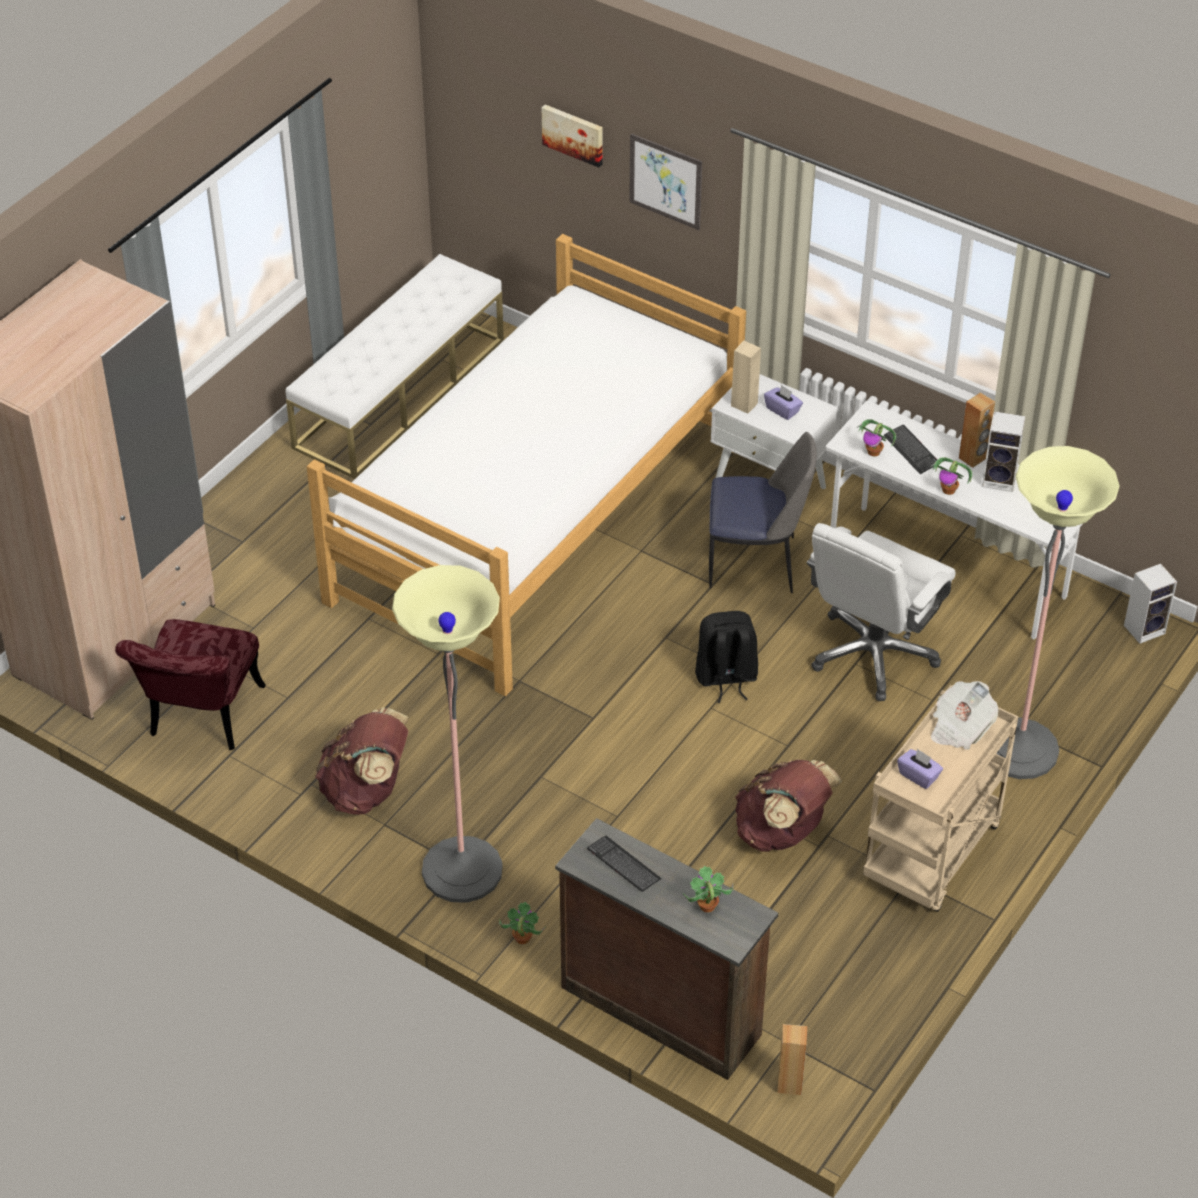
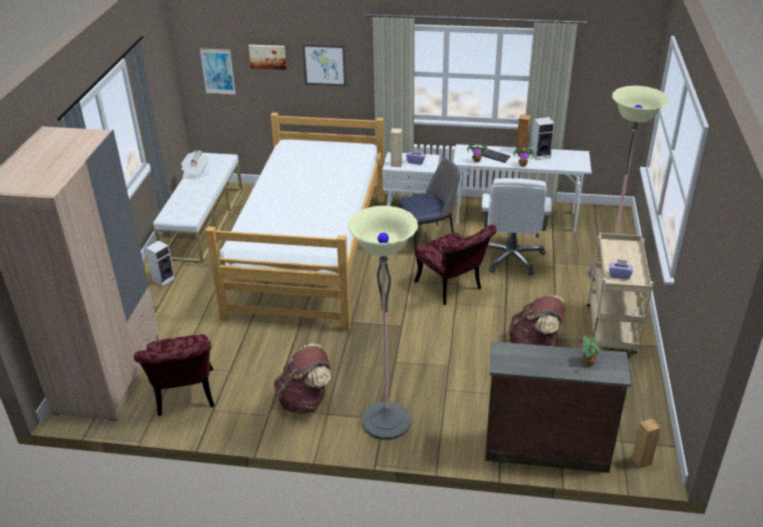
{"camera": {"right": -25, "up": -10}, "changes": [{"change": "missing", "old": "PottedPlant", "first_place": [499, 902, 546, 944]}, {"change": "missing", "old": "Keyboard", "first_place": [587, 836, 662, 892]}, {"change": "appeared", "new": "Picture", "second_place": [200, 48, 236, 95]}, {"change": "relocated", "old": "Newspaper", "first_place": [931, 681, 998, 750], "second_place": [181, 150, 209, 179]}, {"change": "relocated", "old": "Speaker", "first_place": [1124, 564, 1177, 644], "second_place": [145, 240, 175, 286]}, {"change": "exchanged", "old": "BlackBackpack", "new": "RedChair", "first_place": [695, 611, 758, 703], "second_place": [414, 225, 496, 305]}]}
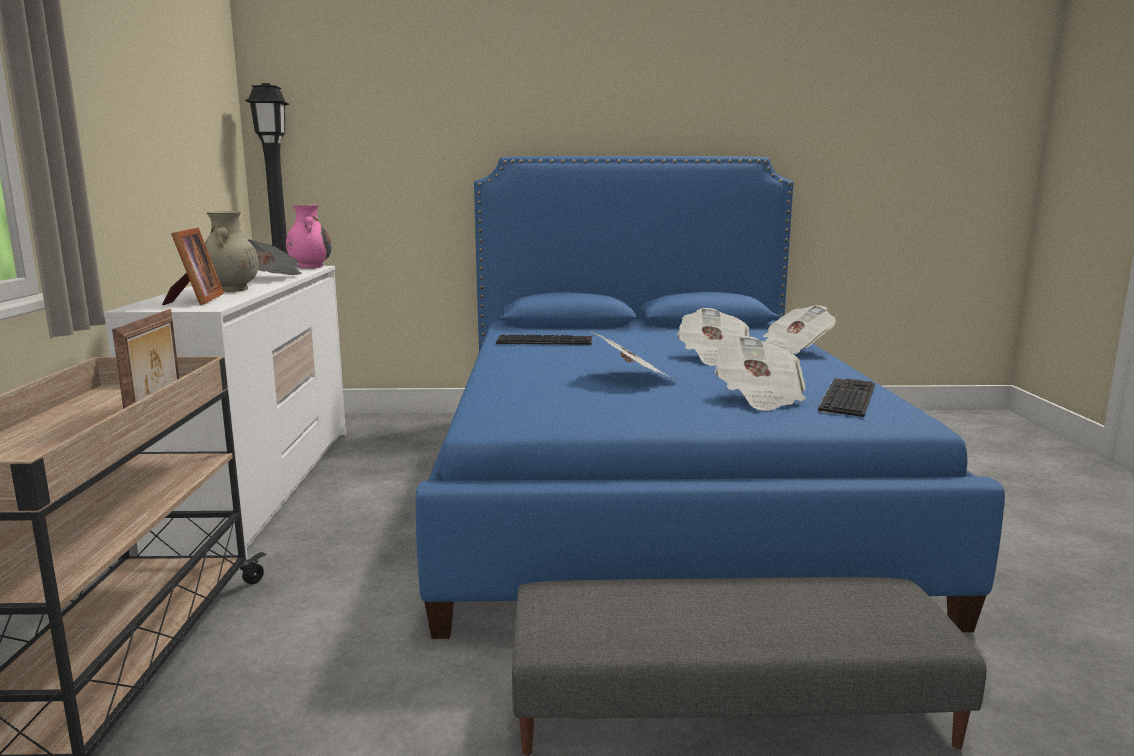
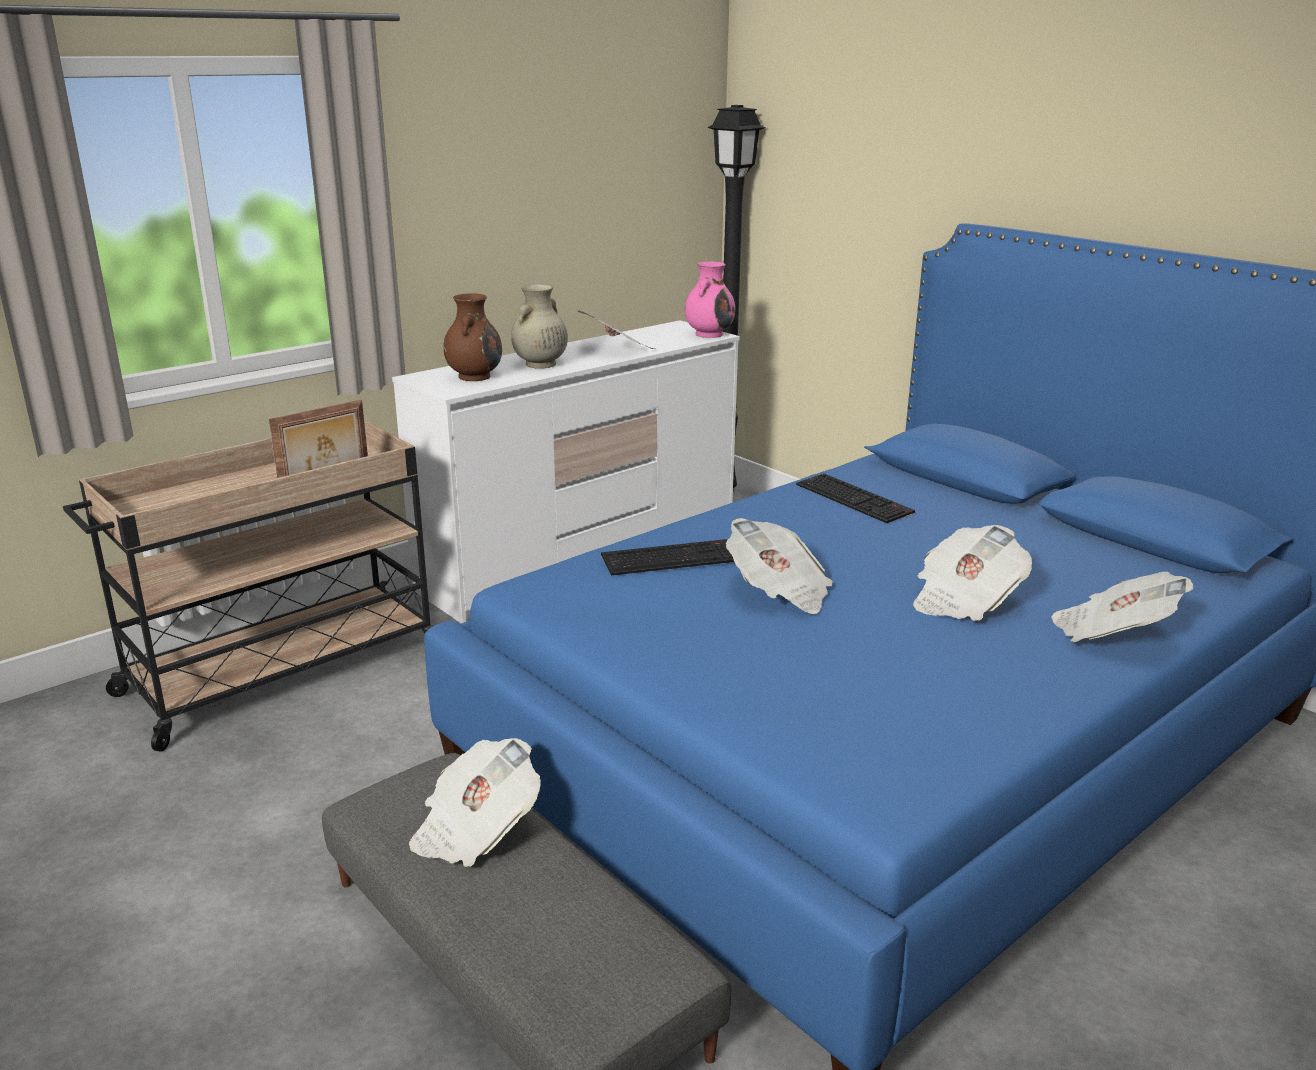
{"camera": {"right": 50, "up": 10}, "changes": [{"change": "relocated", "old": "Newspaper", "first_place": [715, 336, 806, 411], "second_place": [409, 738, 541, 867]}, {"change": "relocated", "old": "Keyboard", "first_place": [818, 378, 875, 417], "second_place": [601, 539, 734, 576]}, {"change": "exchanged", "old": "PictureFrame", "new": "BrownVase", "first_place": [162, 228, 224, 305], "second_place": [443, 294, 502, 381]}]}
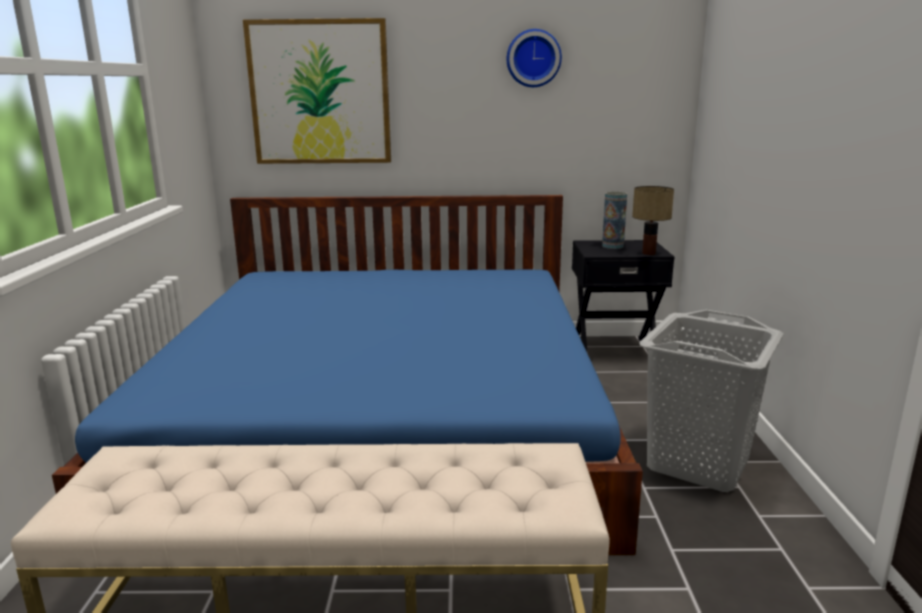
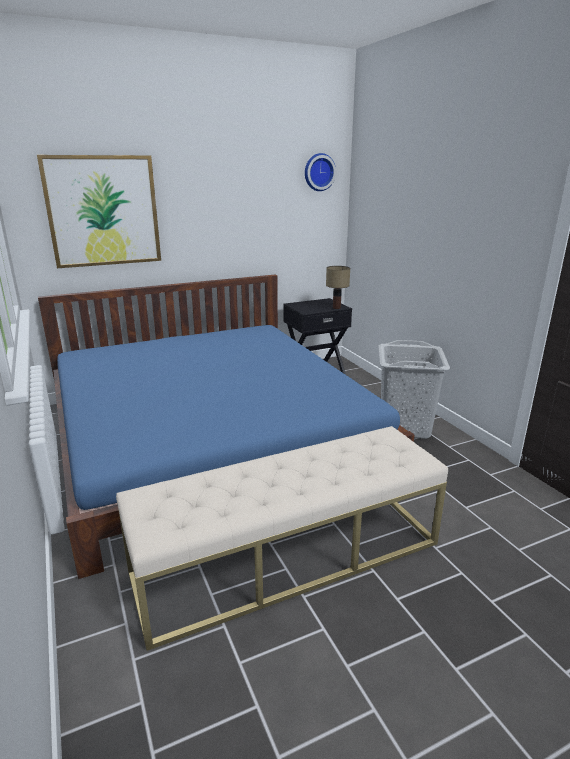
{"camera": {"right": -25, "up": 5}, "changes": [{"change": "missing", "old": "Vase", "first_place": [602, 192, 627, 249]}, {"change": "relocated", "old": "WallClock", "first_place": [507, 29, 562, 87], "second_place": [305, 153, 336, 191]}]}
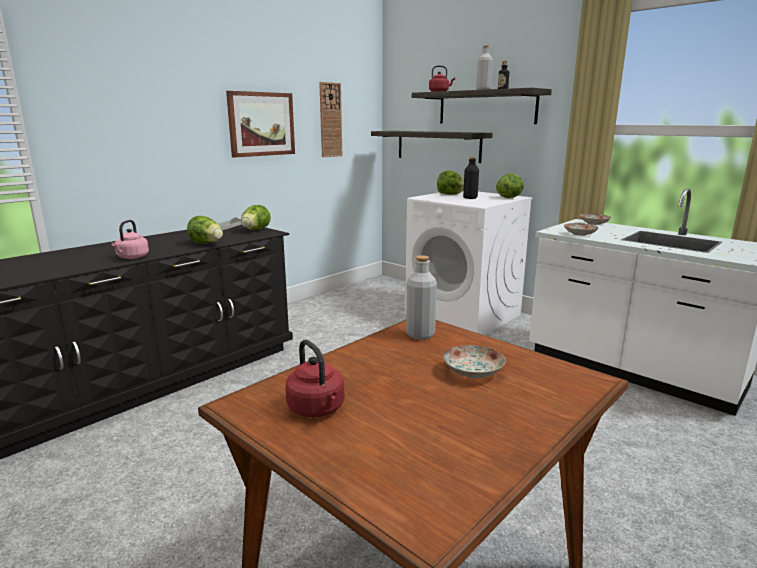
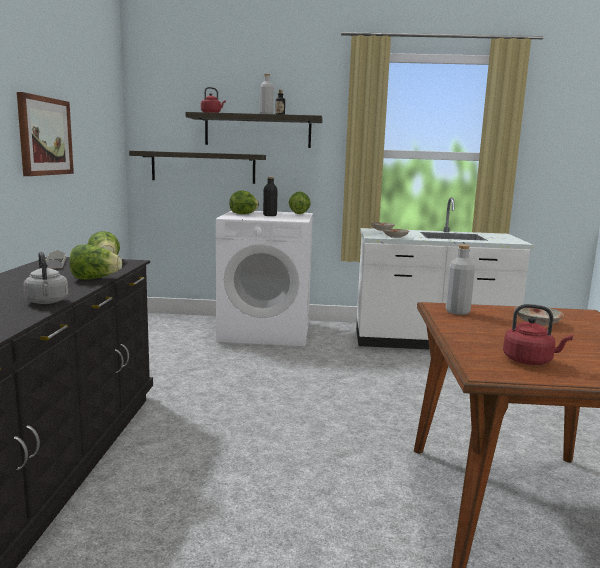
{"camera": {"right": -40, "up": -5}, "changes": [{"change": "missing", "old": "WallClock", "first_place": [319, 82, 342, 157]}, {"change": "colour", "old": "PinkKettle", "new": "GreyKettle", "first_place": [111, 220, 149, 259], "second_place": [23, 252, 68, 304]}]}
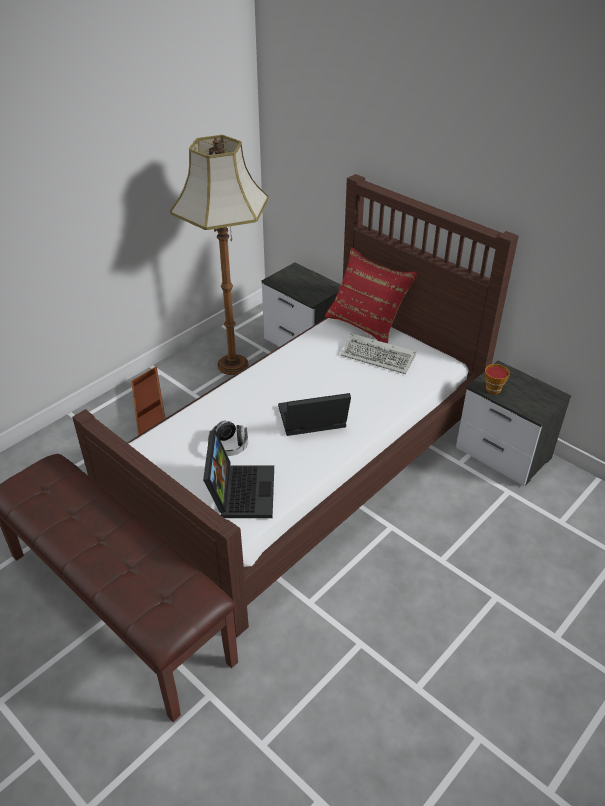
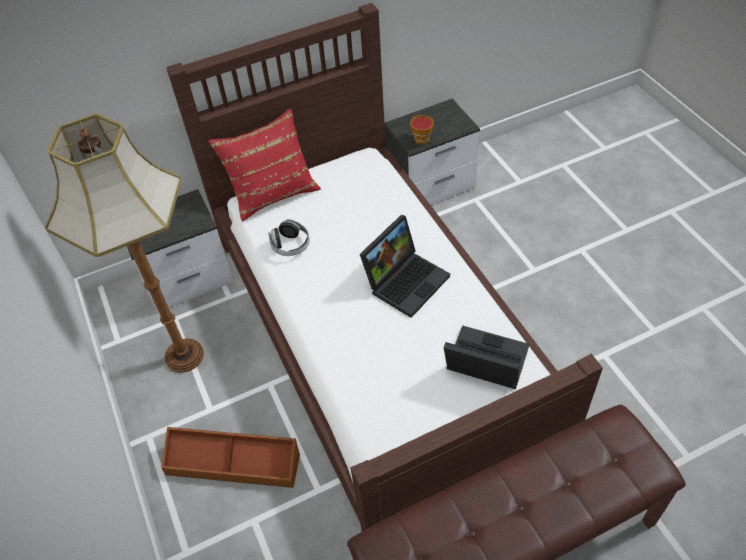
{"camera": {"right": -65, "up": 10}, "changes": [{"change": "missing", "old": "Keyboard", "first_place": [341, 334, 416, 374]}, {"change": "relocated", "old": "Headphones", "first_place": [208, 421, 248, 456], "second_place": [268, 219, 310, 256]}, {"change": "spun", "old": "Laptop", "first_place": [278, 393, 351, 436], "second_place": [360, 215, 450, 318], "degrees": -150}]}
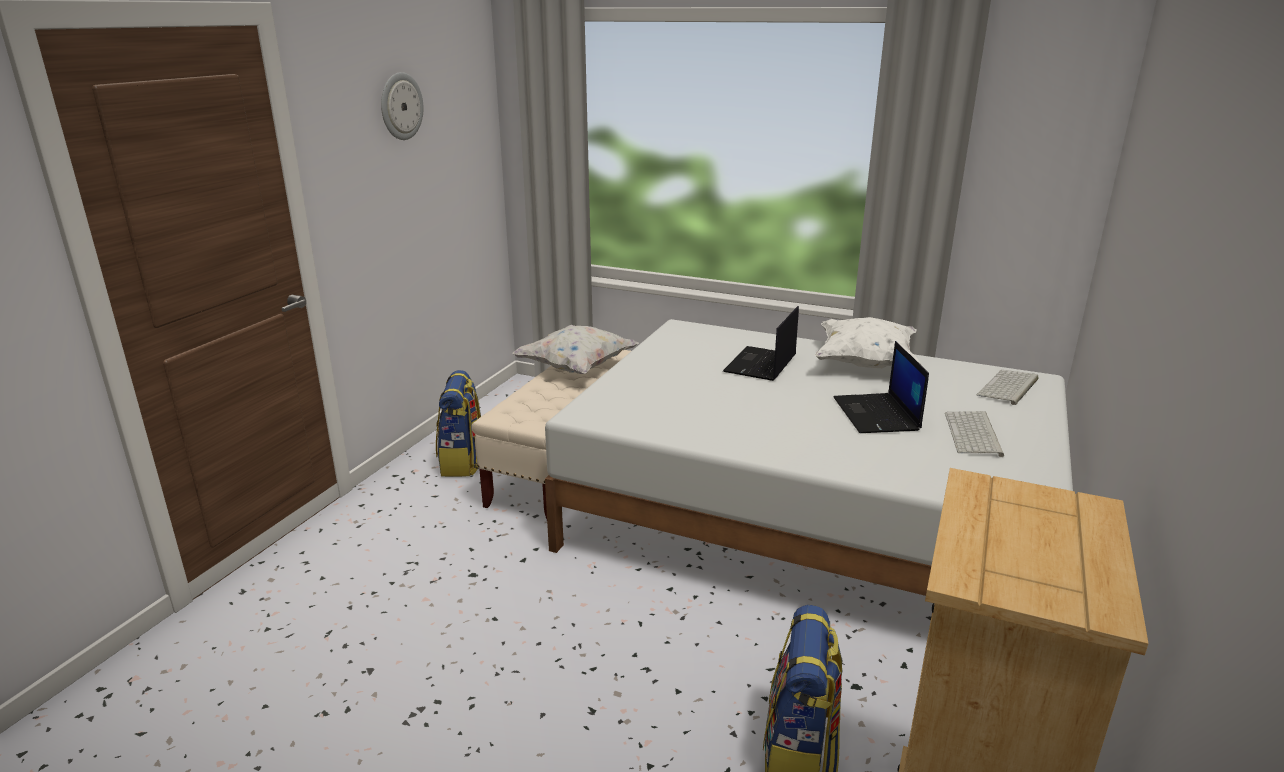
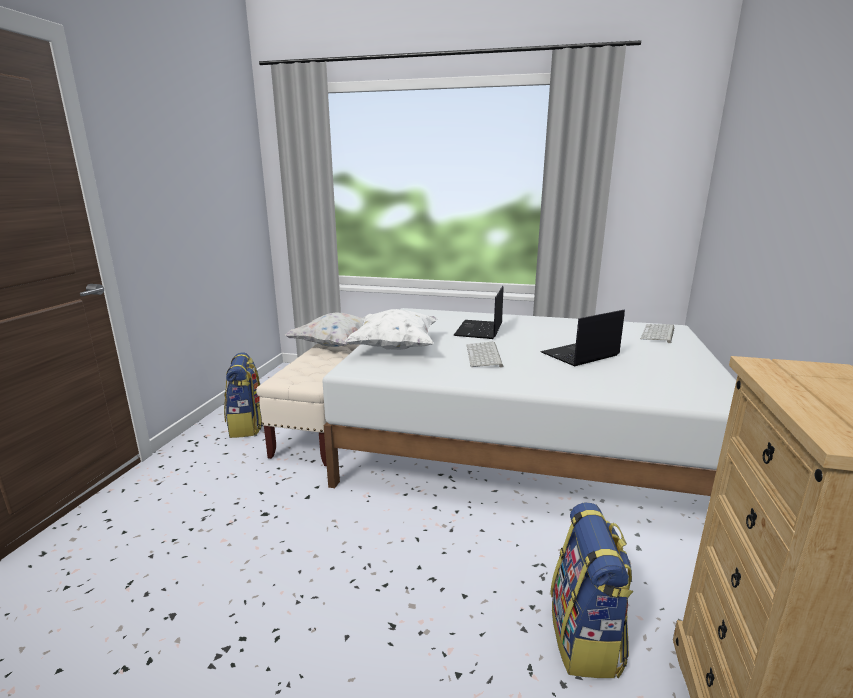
{"camera": {"right": -10, "up": -5}, "changes": [{"change": "missing", "old": "WallClock", "first_place": [381, 72, 424, 140]}, {"change": "relocated", "old": "WhitePillow", "first_place": [814, 317, 922, 368], "second_place": [345, 309, 438, 350]}, {"change": "relocated", "old": "Keyboard", "first_place": [945, 411, 1004, 457], "second_place": [466, 342, 503, 368]}, {"change": "spun", "old": "Laptop", "first_place": [834, 341, 929, 433], "second_place": [541, 310, 625, 366], "degrees": 75}]}
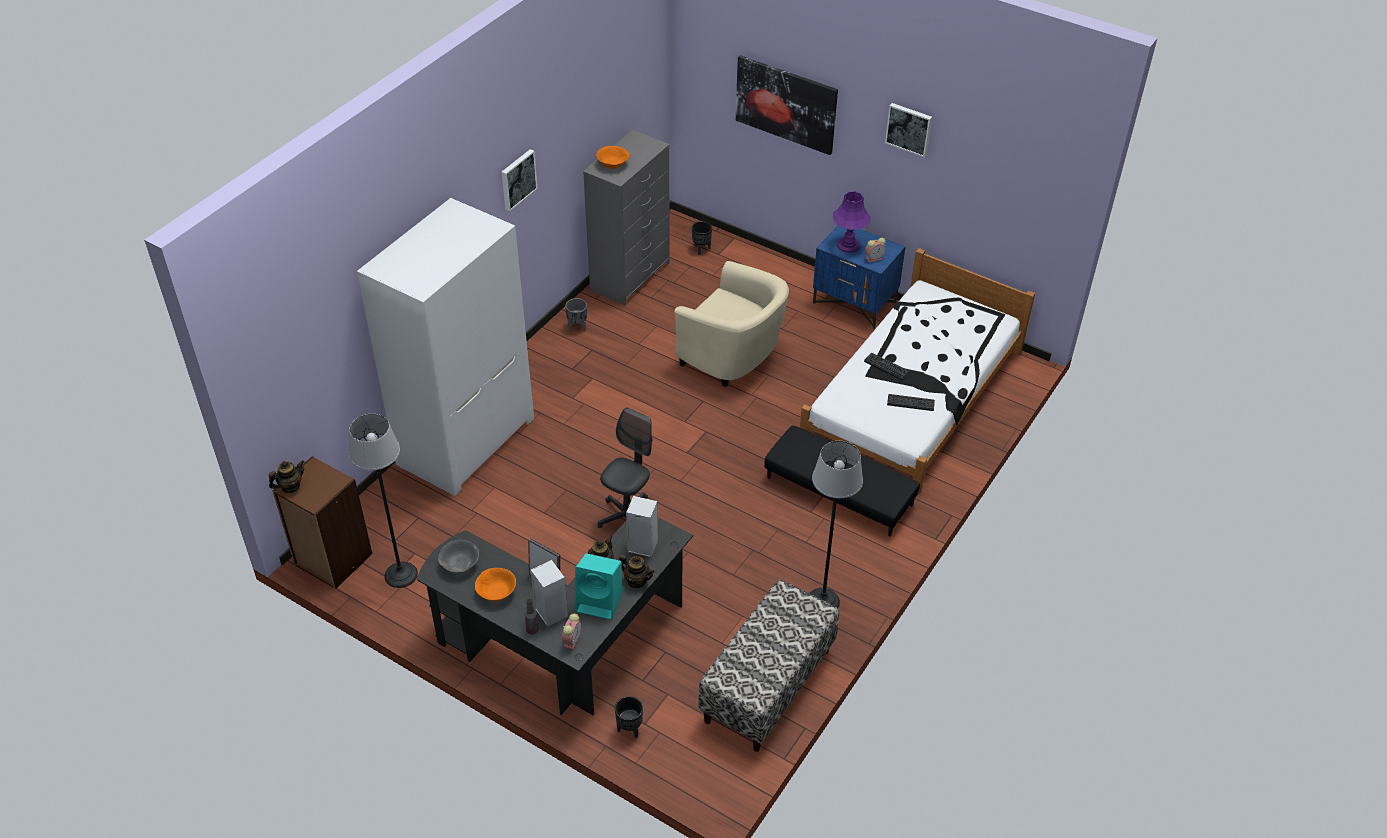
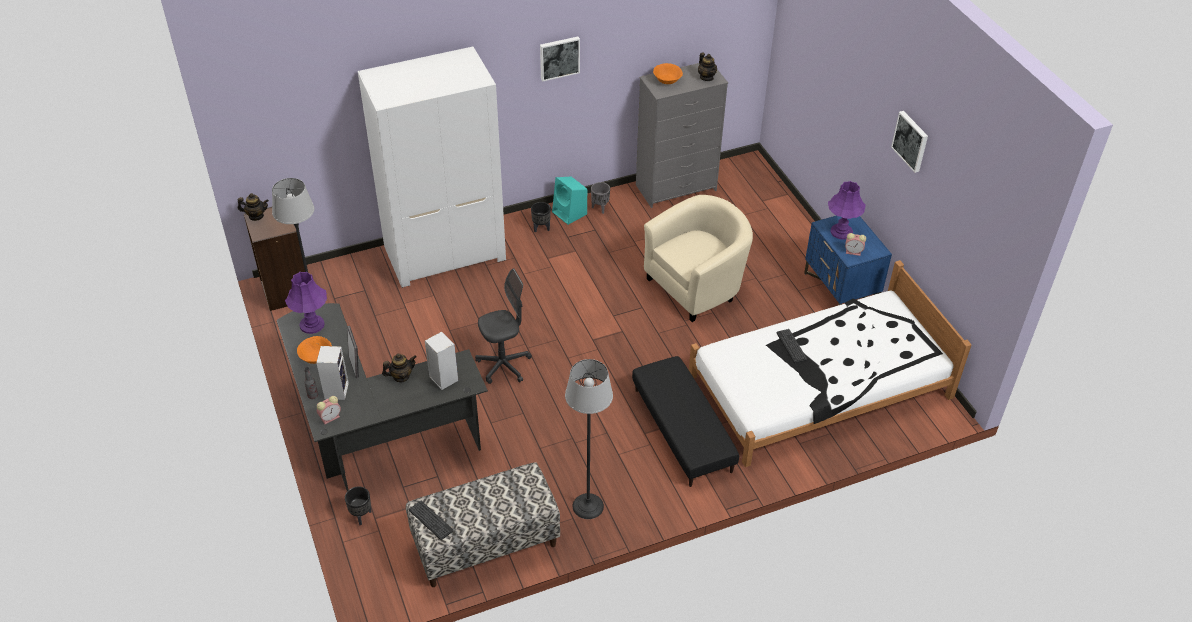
{"camera": {"right": 35, "up": 0}, "changes": [{"change": "missing", "old": "Picture", "first_place": [736, 55, 838, 155]}, {"change": "relocated", "old": "TurquoiseSpeaker", "first_place": [575, 553, 623, 620], "second_place": [552, 177, 587, 225]}, {"change": "relocated", "old": "Teapot", "first_place": [619, 555, 655, 588], "second_place": [698, 53, 717, 81]}, {"change": "relocated", "old": "BlackPlanter", "first_place": [692, 221, 712, 255], "second_place": [531, 202, 551, 233]}, {"change": "relocated", "old": "Keyboard", "first_place": [887, 394, 935, 411], "second_place": [409, 501, 453, 540]}, {"change": "exchanged", "old": "GreyBowl", "new": "PurpleTableLamp", "first_place": [438, 540, 479, 573], "second_place": [285, 272, 327, 334]}, {"change": "spun", "old": "BeigeArmchair", "first_place": [674, 261, 789, 387], "second_place": [644, 195, 753, 322], "degrees": -105}]}
